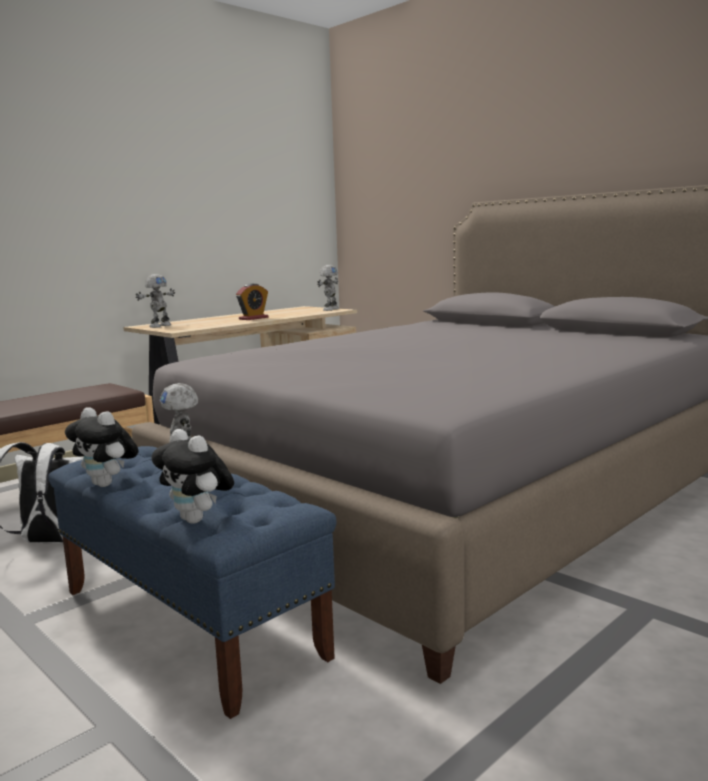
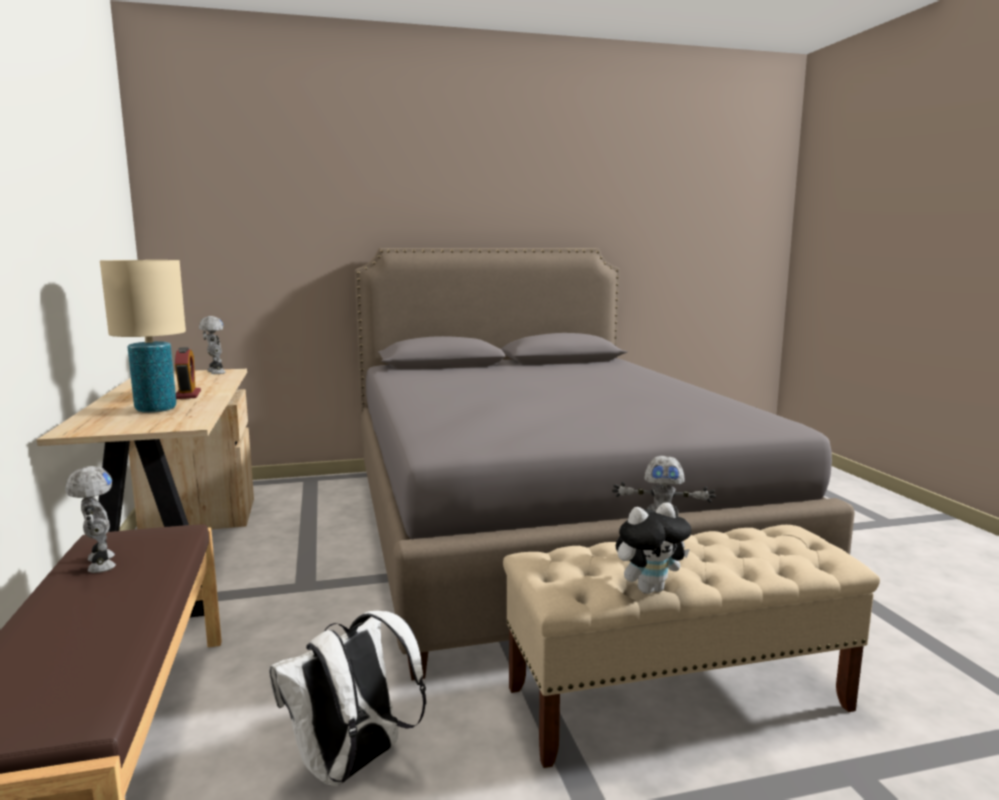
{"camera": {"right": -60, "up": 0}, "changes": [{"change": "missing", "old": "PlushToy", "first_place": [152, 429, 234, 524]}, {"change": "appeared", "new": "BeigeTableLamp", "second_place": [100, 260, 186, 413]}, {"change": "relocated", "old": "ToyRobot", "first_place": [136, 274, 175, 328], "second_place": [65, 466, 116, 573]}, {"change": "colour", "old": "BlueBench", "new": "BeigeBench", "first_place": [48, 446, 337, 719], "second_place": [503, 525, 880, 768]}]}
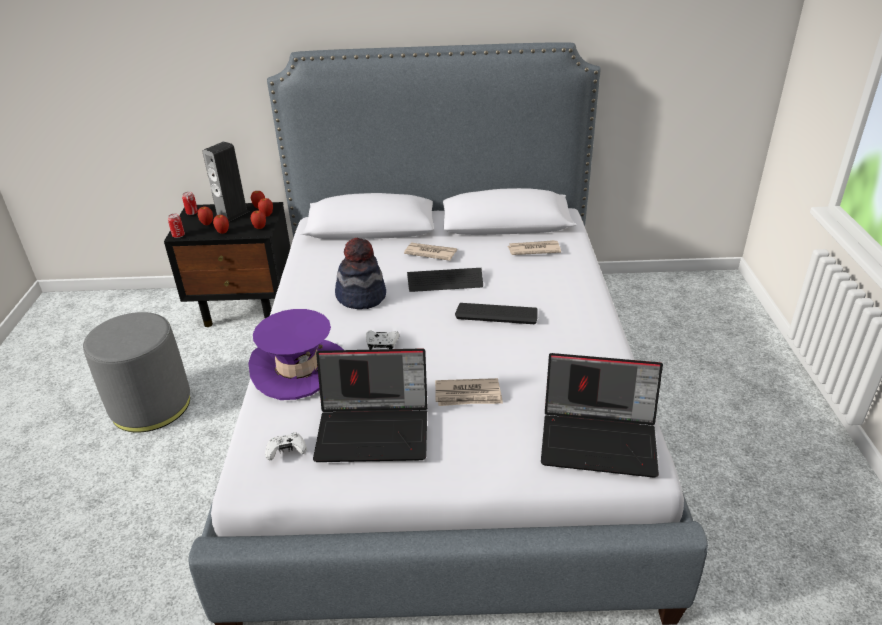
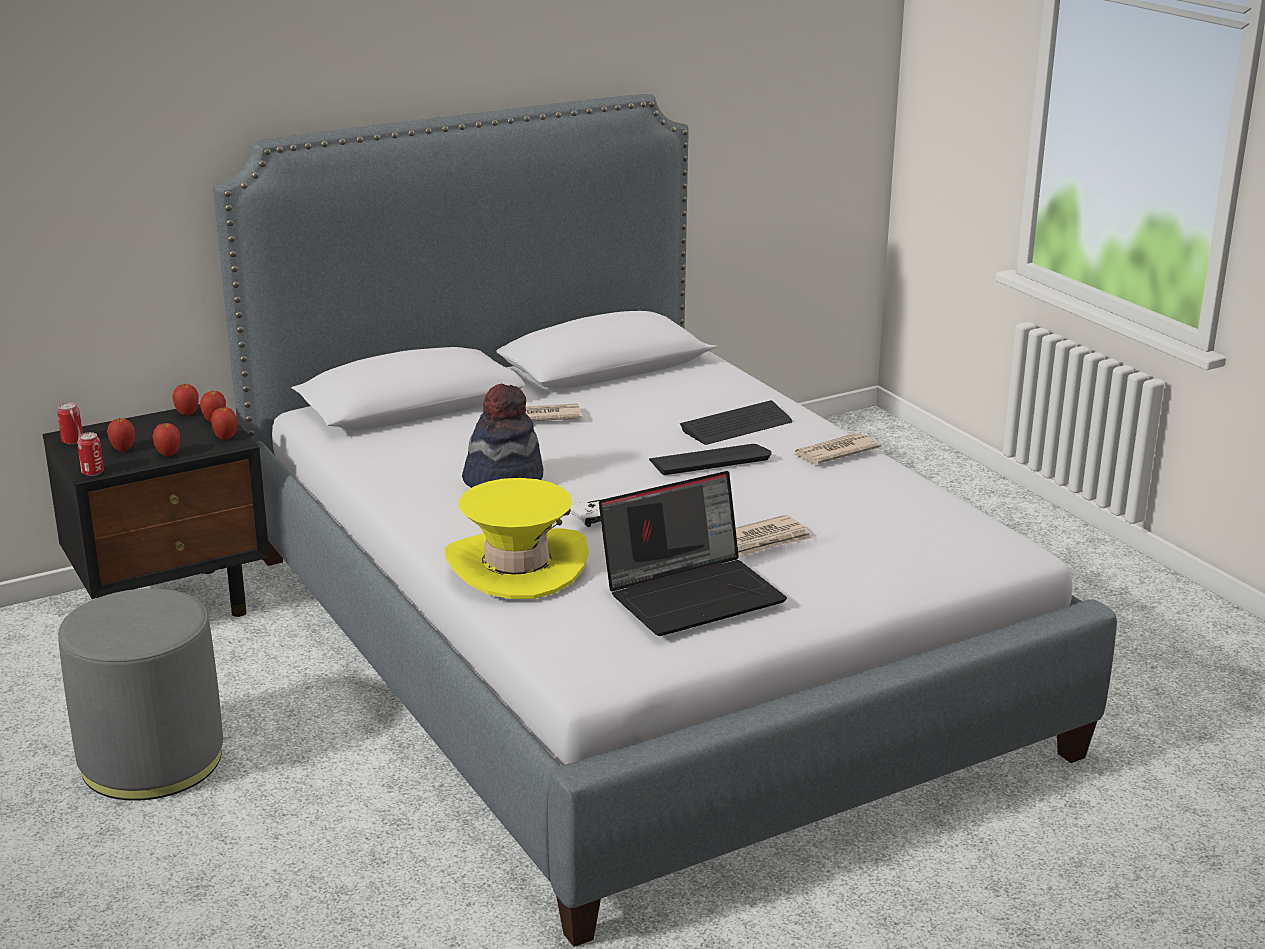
{"camera": {"right": -30, "up": -10}, "changes": [{"change": "missing", "old": "Speaker", "first_place": [202, 141, 249, 222]}, {"change": "missing", "old": "WhiteGameController", "first_place": [265, 432, 307, 461]}, {"change": "missing", "old": "Laptop", "first_place": [541, 353, 663, 478]}, {"change": "relocated", "old": "Keyboard", "first_place": [407, 268, 483, 292], "second_place": [680, 400, 793, 445]}, {"change": "relocated", "old": "Newspaper", "first_place": [508, 240, 561, 255], "second_place": [794, 433, 881, 464]}, {"change": "colour", "old": "PurpleHat", "new": "YellowHat", "first_place": [248, 309, 344, 400], "second_place": [445, 478, 589, 599]}]}
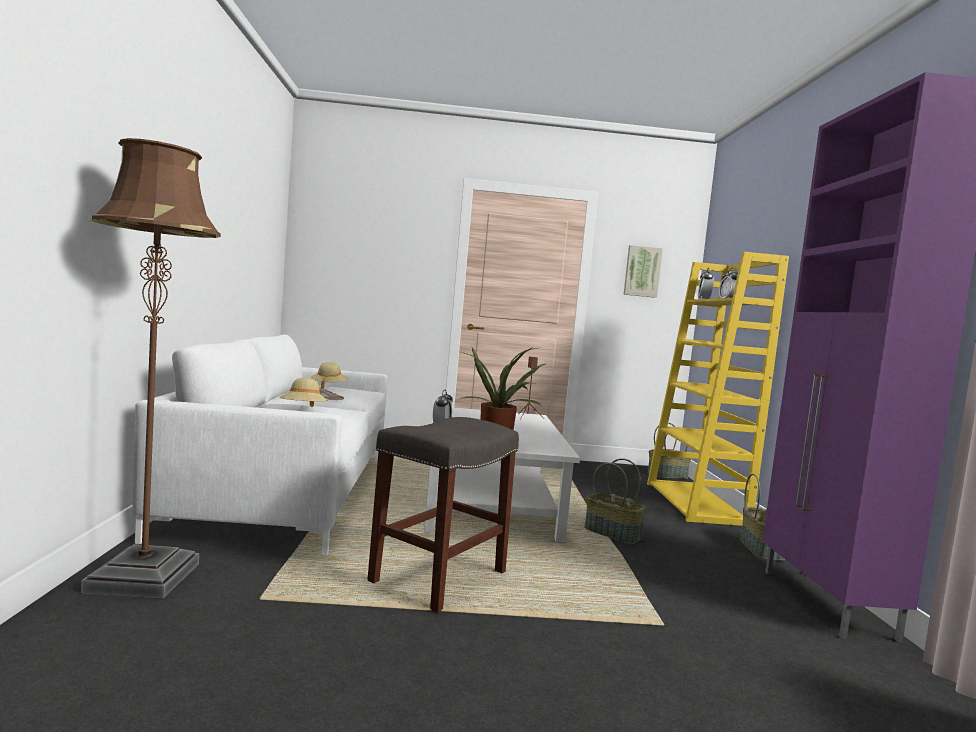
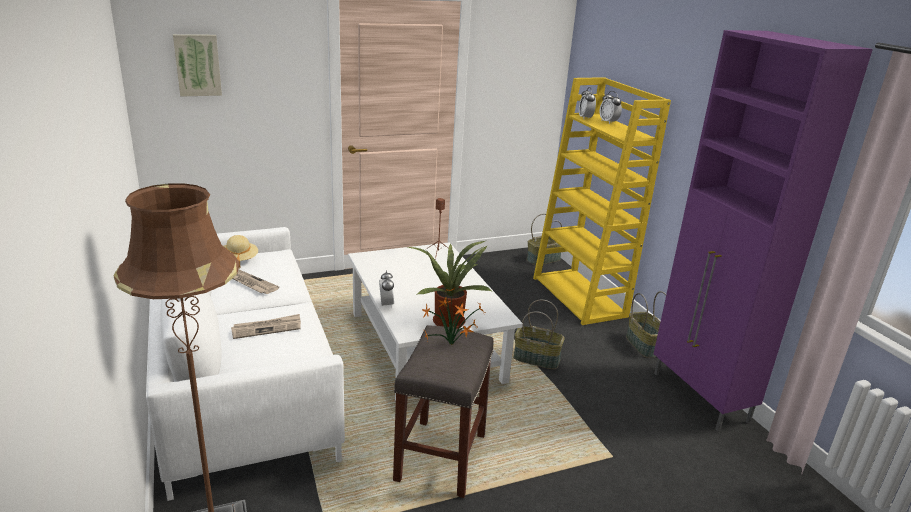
{"camera": {"right": -20, "up": 20}, "changes": [{"change": "appeared", "new": "PottedPlant", "second_place": [422, 288, 486, 345]}, {"change": "relocated", "old": "Picture", "first_place": [624, 245, 663, 298], "second_place": [173, 34, 222, 97]}, {"change": "exchanged", "old": "BeigeHat", "new": "Newspaper", "first_place": [279, 378, 328, 407], "second_place": [231, 314, 301, 339]}]}
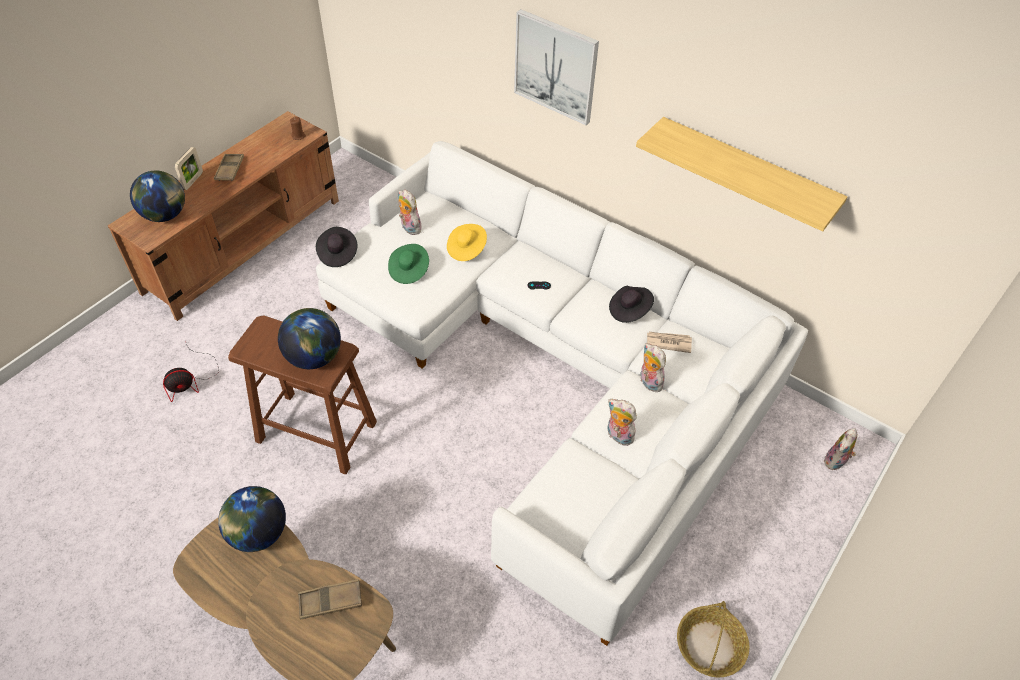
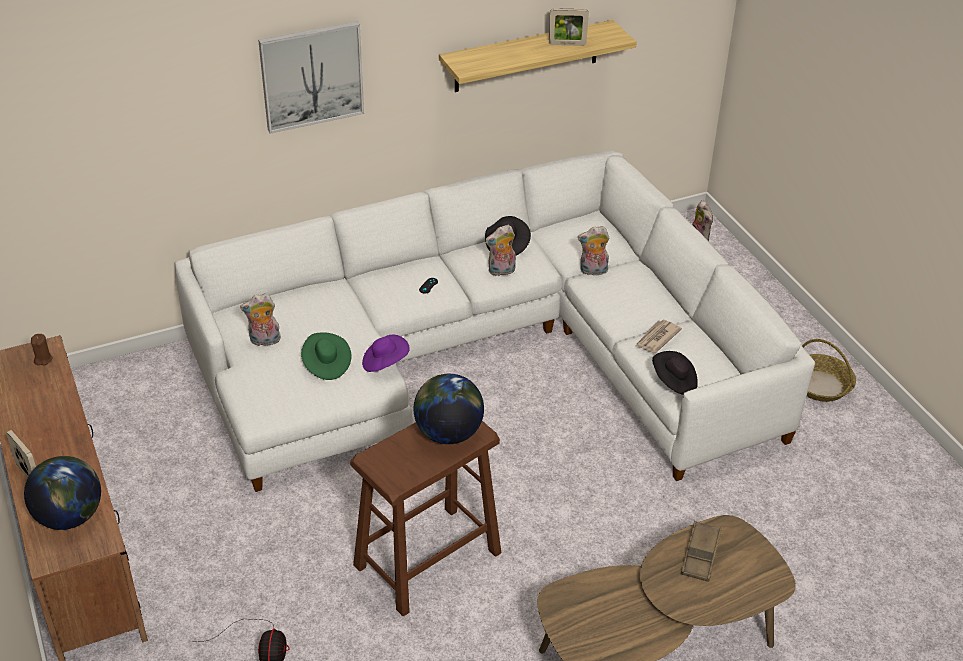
{"camera": {"right": -60, "up": -10}, "changes": [{"change": "missing", "old": "BrownTray", "first_place": [214, 154, 244, 181]}, {"change": "missing", "old": "Globe", "first_place": [218, 486, 286, 552]}, {"change": "missing", "old": "YellowHat", "first_place": [447, 224, 487, 261]}, {"change": "appeared", "new": "PurpleHat", "second_place": [362, 335, 410, 372]}, {"change": "appeared", "new": "PictureFrame", "second_place": [549, 8, 589, 46]}, {"change": "relocated", "old": "BlackHat", "first_place": [316, 227, 357, 267], "second_place": [652, 351, 698, 395]}, {"change": "relocated", "old": "PlushToy", "first_place": [607, 399, 637, 446], "second_place": [485, 225, 516, 276]}, {"change": "relocated", "old": "Newspaper", "first_place": [647, 332, 692, 353], "second_place": [636, 320, 682, 353]}]}
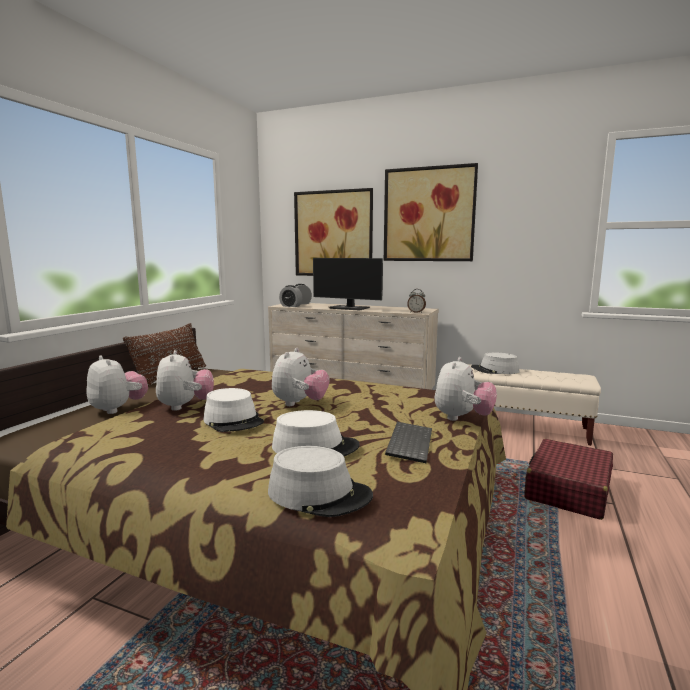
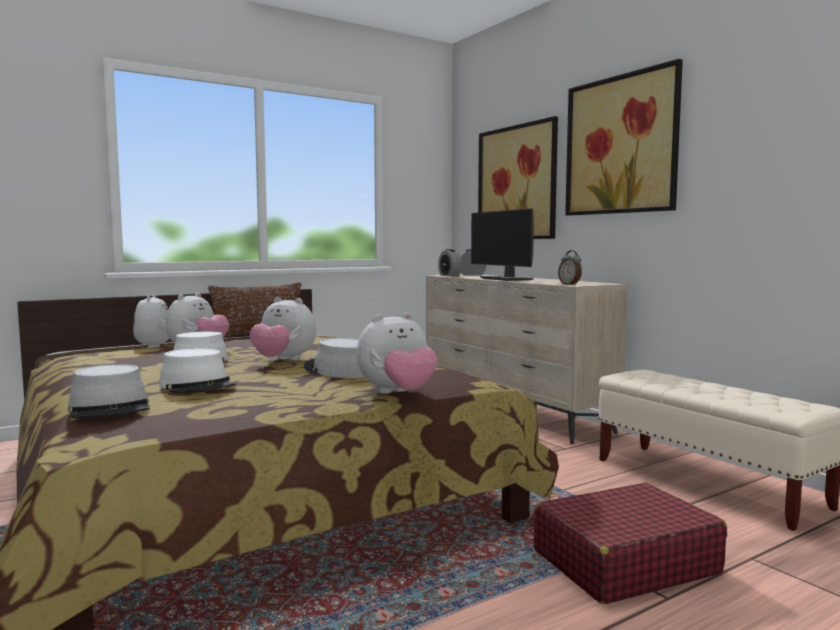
{"camera": {"right": 35, "up": -5}, "changes": [{"change": "missing", "old": "Keyboard", "first_place": [385, 422, 432, 463]}, {"change": "relocated", "old": "GreyHat", "first_place": [471, 352, 520, 374], "second_place": [304, 338, 364, 378]}, {"change": "spun", "old": "PlushToy", "first_place": [272, 348, 330, 406], "second_place": [250, 297, 316, 361], "degrees": 60}]}
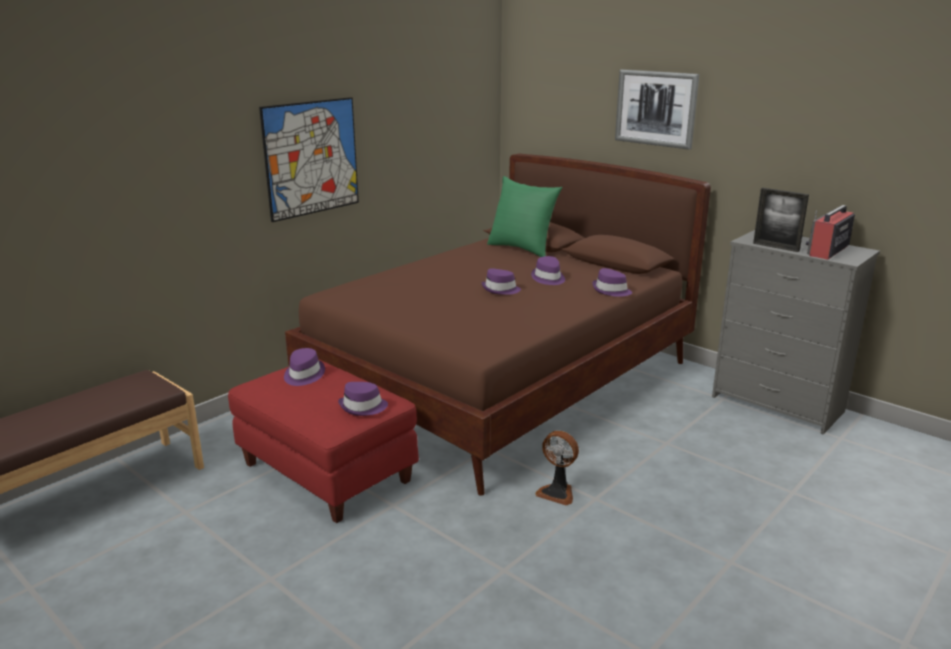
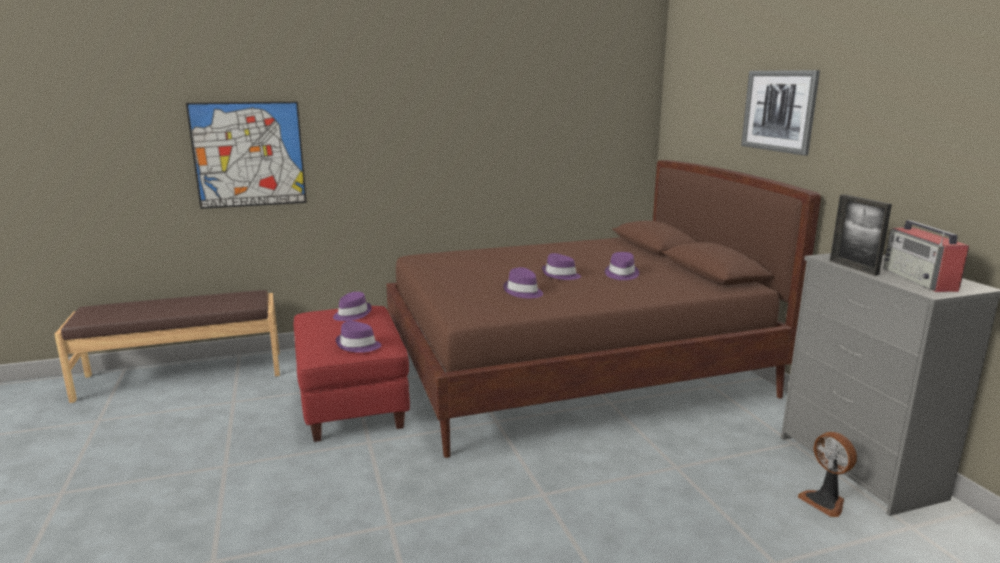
{"camera": {"right": 30, "up": -5}, "changes": [{"change": "missing", "old": "GreenPillow", "first_place": [487, 176, 562, 257]}, {"change": "relocated", "old": "Picture", "first_place": [259, 97, 359, 222], "second_place": [186, 102, 307, 209]}, {"change": "relocated", "old": "Fan", "first_place": [535, 431, 579, 505], "second_place": [798, 432, 857, 517]}, {"change": "relocated", "old": "PurpleHat", "first_place": [592, 268, 632, 297], "second_place": [503, 267, 543, 298]}, {"change": "spun", "old": "Radio", "first_place": [806, 205, 855, 260], "second_place": [883, 220, 969, 292], "degrees": -75}]}
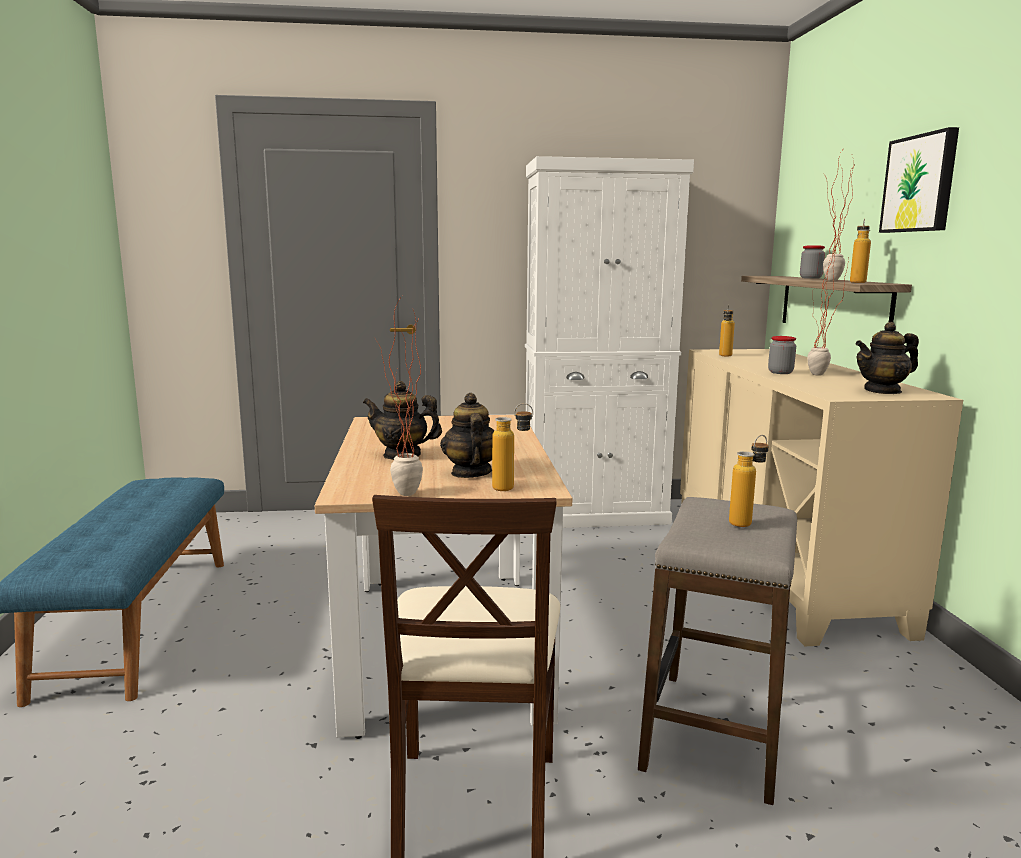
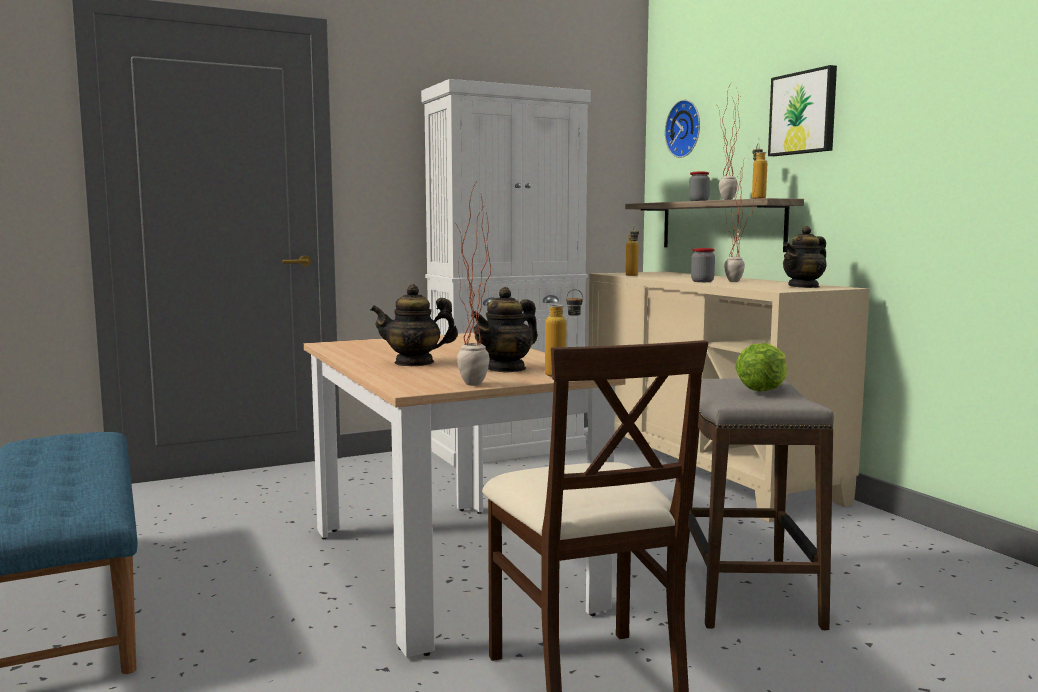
{"camera": {"right": -20, "up": -5}, "changes": [{"change": "appeared", "new": "WallClock", "second_place": [665, 100, 700, 158]}, {"change": "exchanged", "old": "Bottle", "new": "Lettuce", "first_place": [729, 435, 769, 527], "second_place": [735, 343, 787, 392]}, {"change": "spun", "old": "Teapot", "first_place": [440, 393, 495, 478], "second_place": [471, 287, 538, 373], "degrees": -105}]}
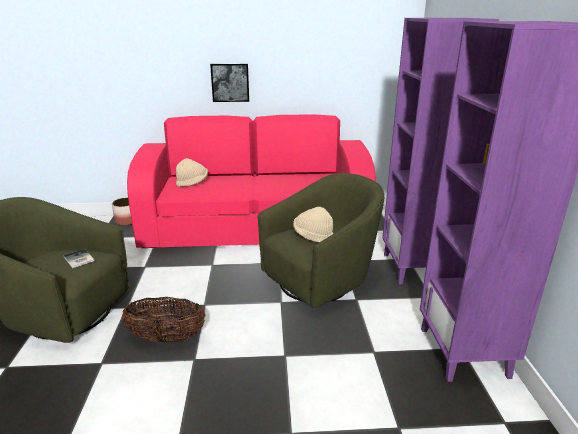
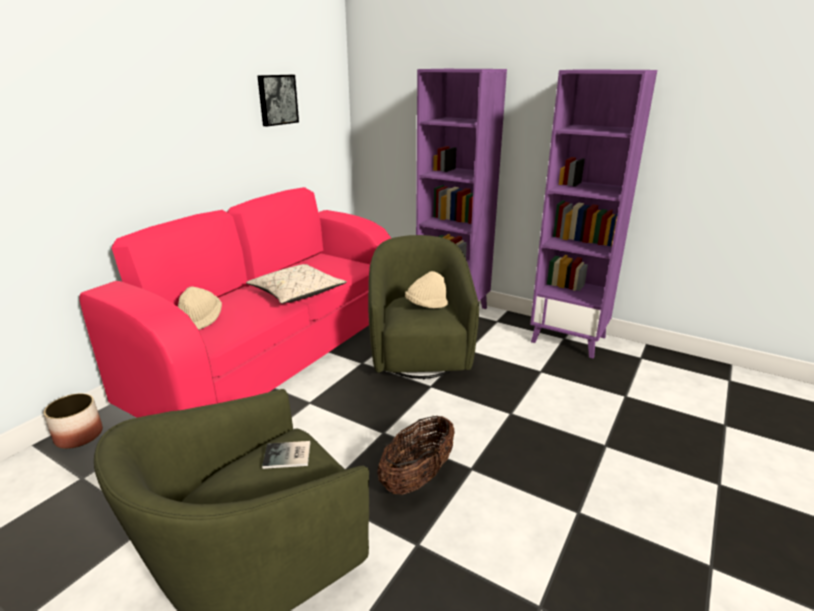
{"camera": {"right": -55, "up": 0}, "changes": [{"change": "appeared", "new": "BeigePillow", "second_place": [246, 264, 347, 304]}, {"change": "relocated", "old": "Picture", "first_place": [210, 63, 249, 102], "second_place": [257, 75, 299, 126]}]}
